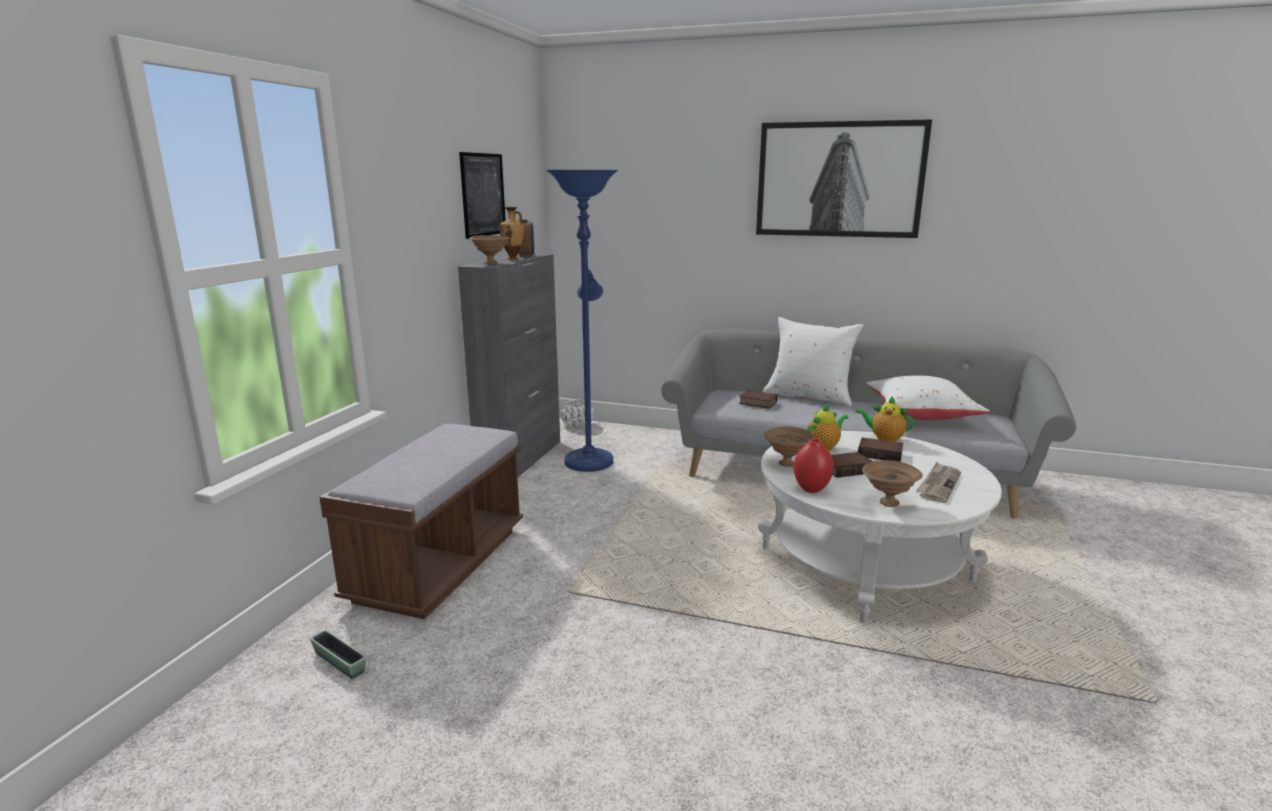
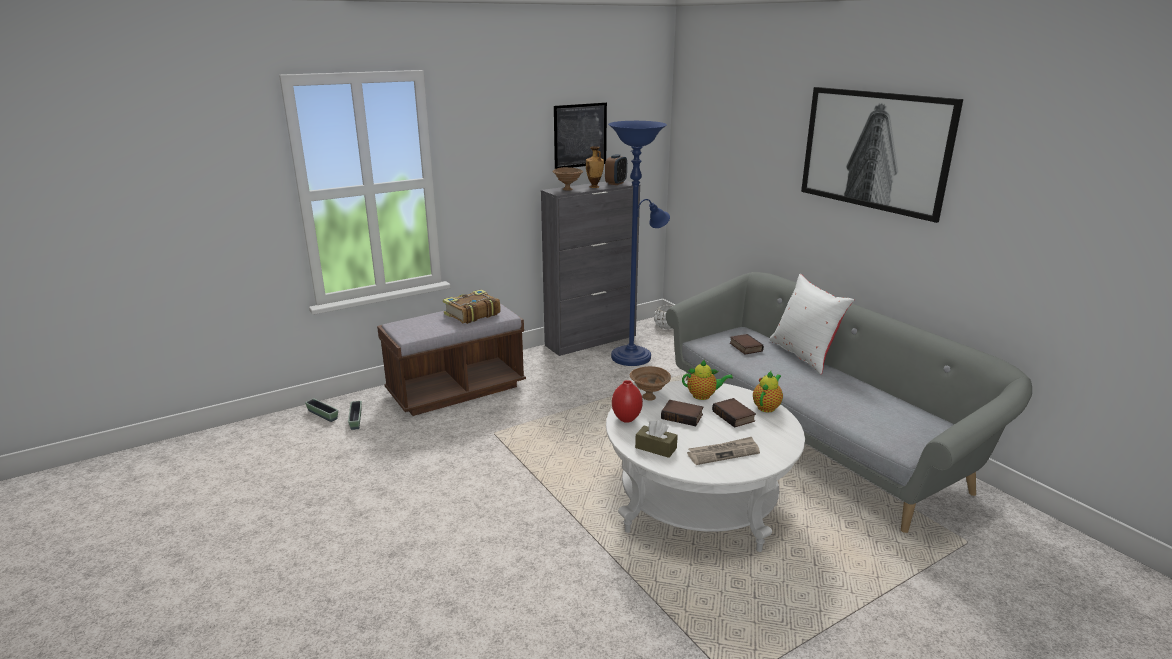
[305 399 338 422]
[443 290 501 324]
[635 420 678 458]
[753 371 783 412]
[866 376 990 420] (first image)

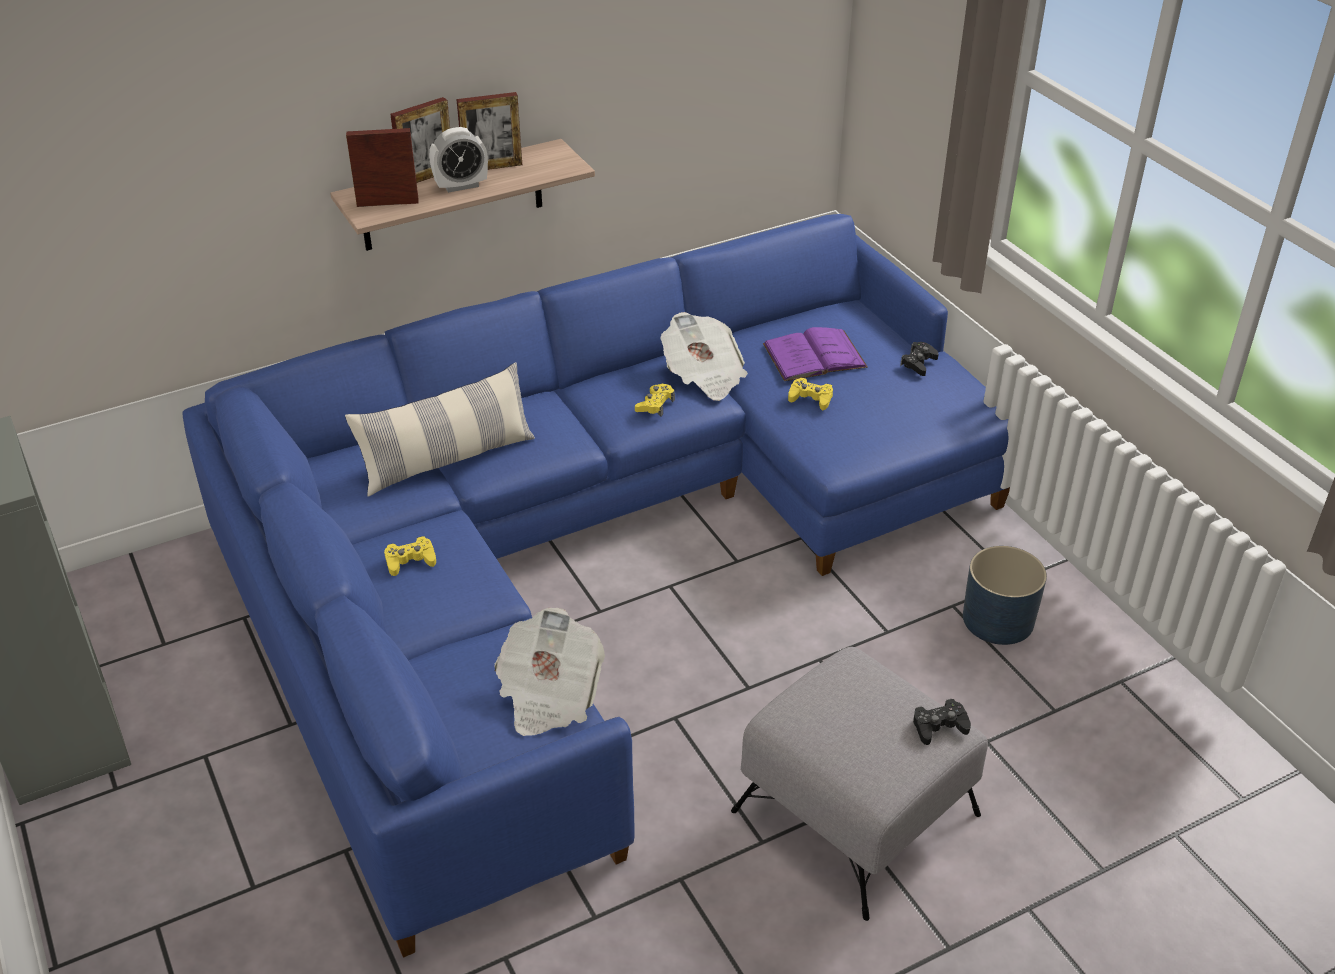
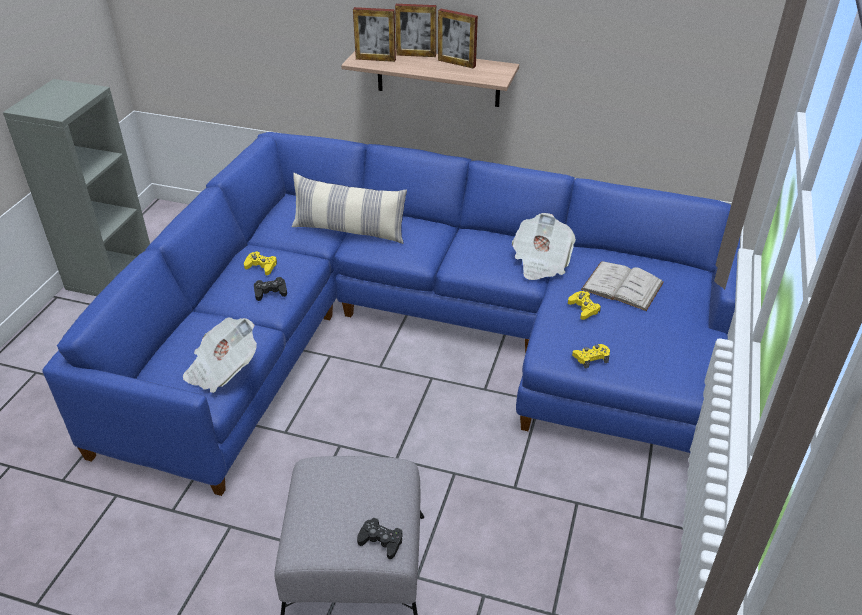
[254 277 287 301]
[353 7 396 62]
[572 344 610 368]
[581 261 664 311]
[429 127 488 193] (first image)
[963 546 1047 645] (first image)

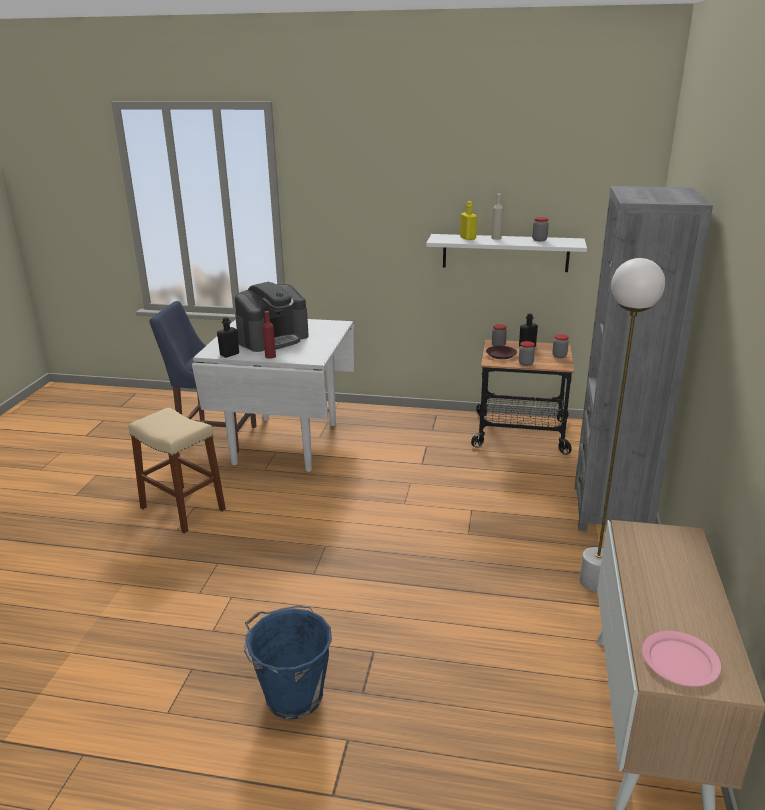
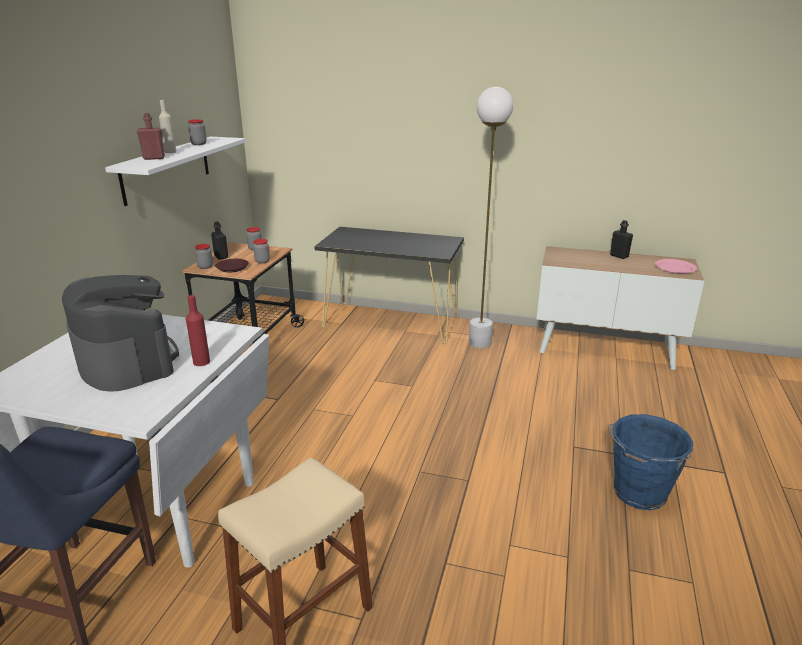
[137 113 165 160]
[314 227 464 344]
[610 220 633 259]

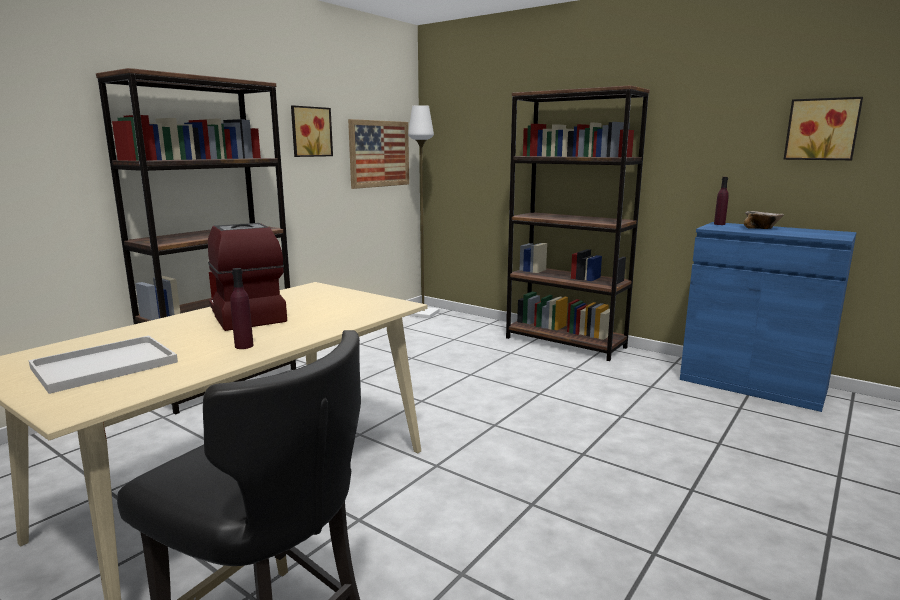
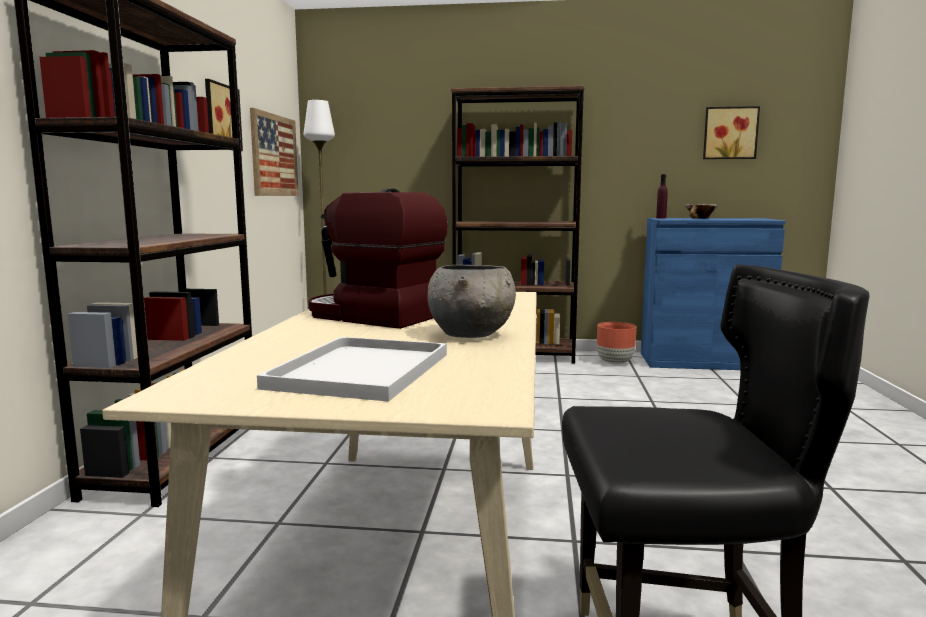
[427 265 516 338]
[597 322 637 364]

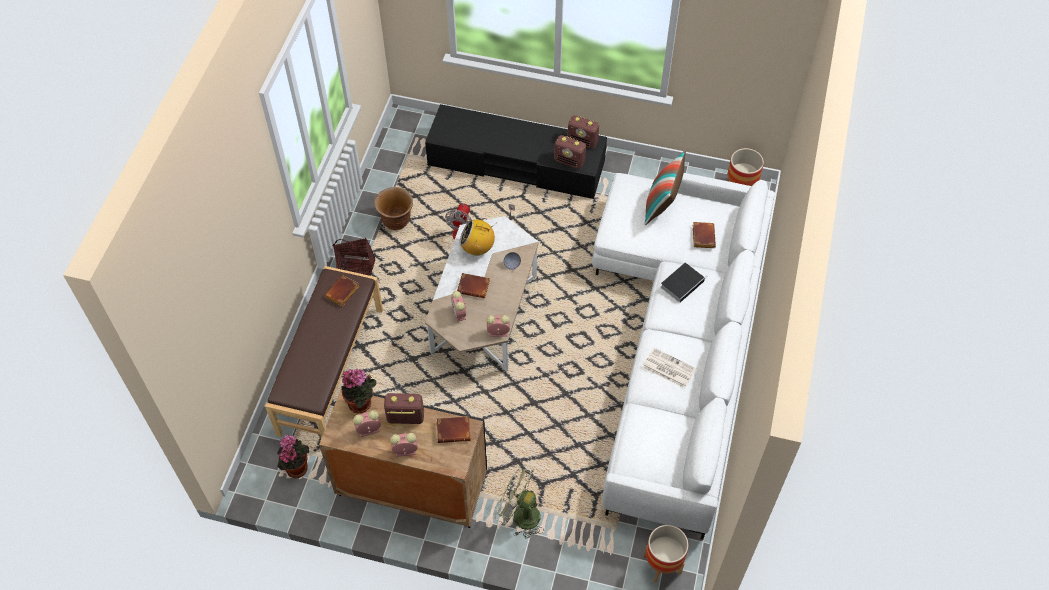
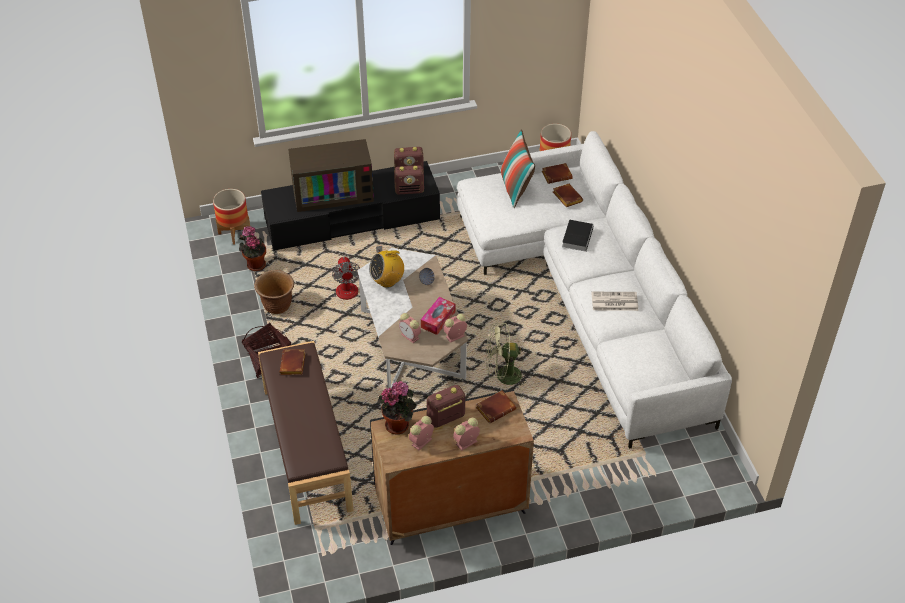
[213 189 250 244]
[239 226 266 271]
[288 139 374 212]
[421 297 455 335]
[486 322 527 390]
[542 163 573 184]

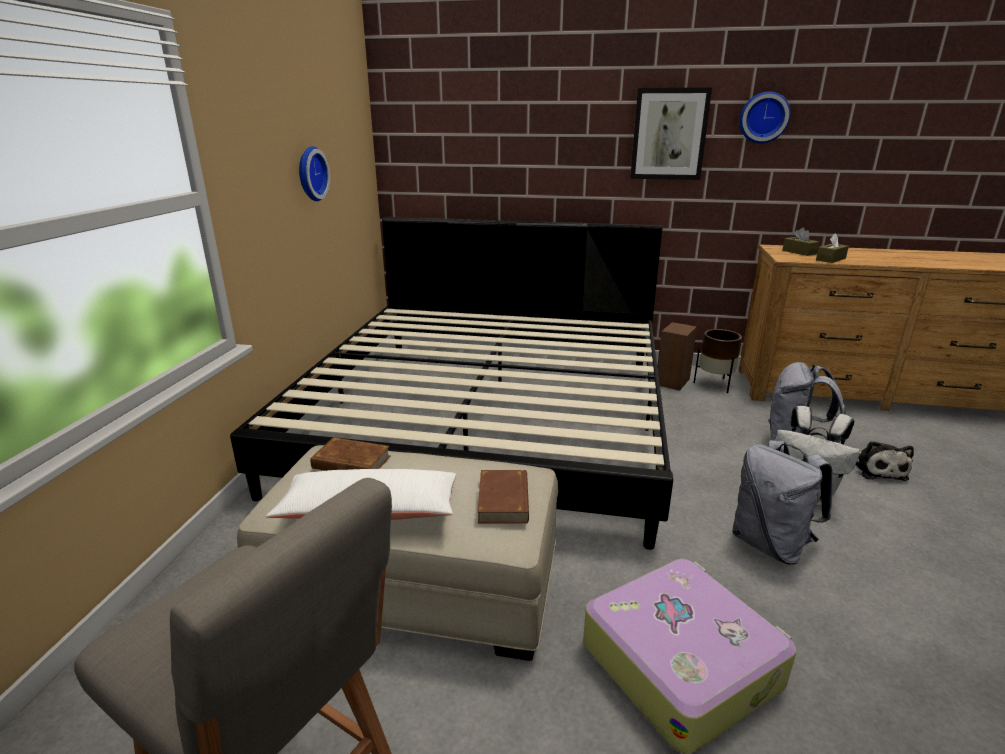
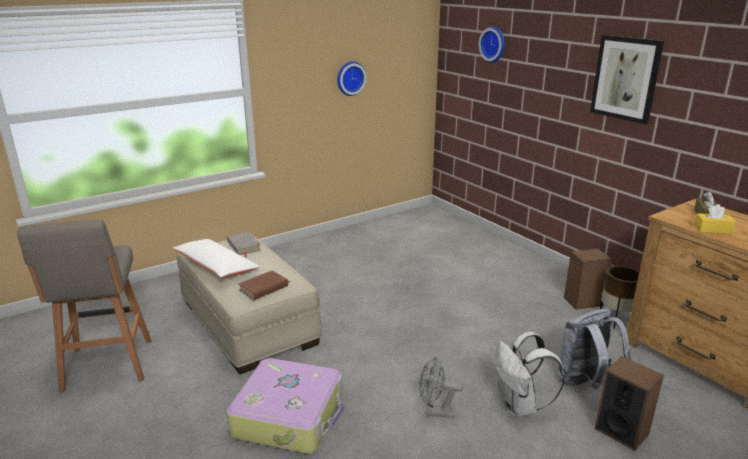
[227 232 262 257]
[419 357 464 418]
[479 26 505 63]
[594 356 664 451]
[694 204 736 234]
[230 217 673 550] (first image)

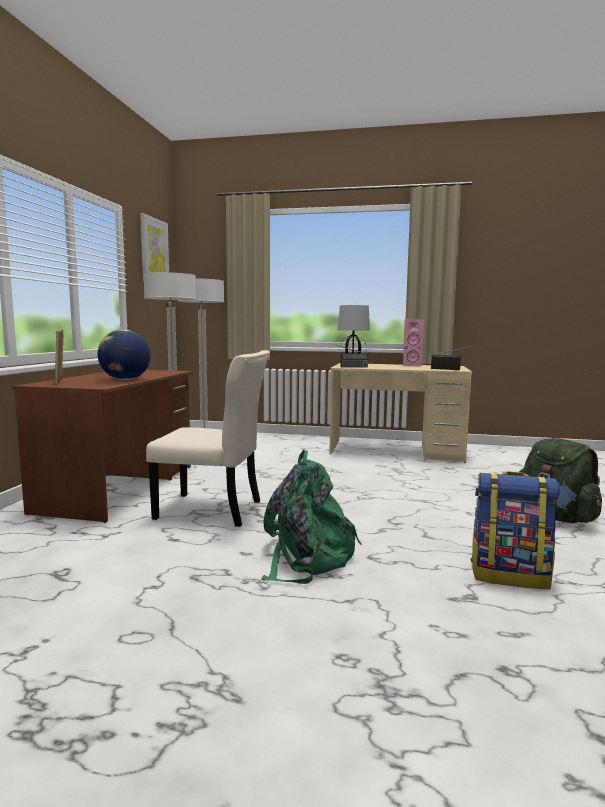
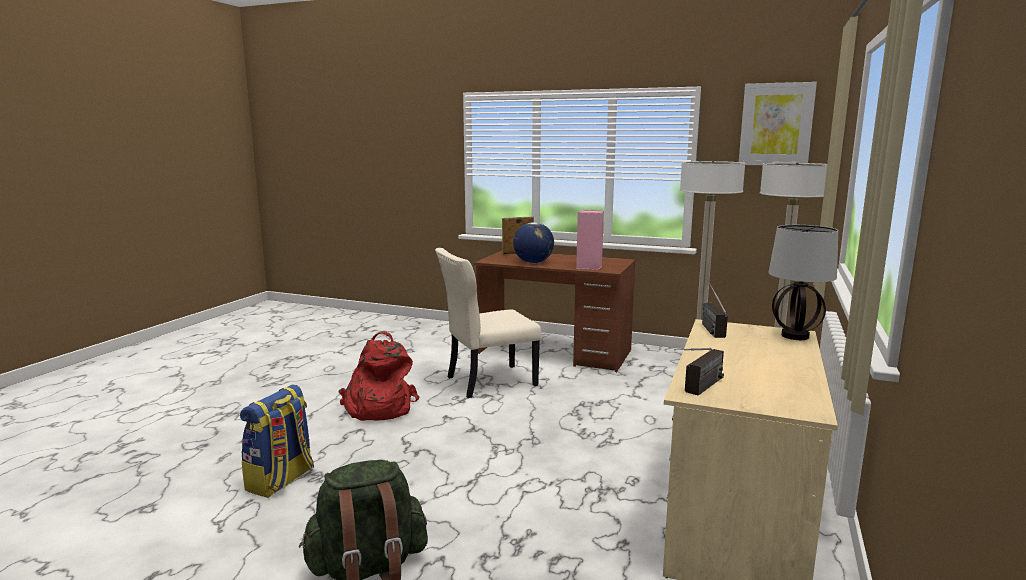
[338 331 419 421]
[435 248 541 398]
[576 210 604 270]

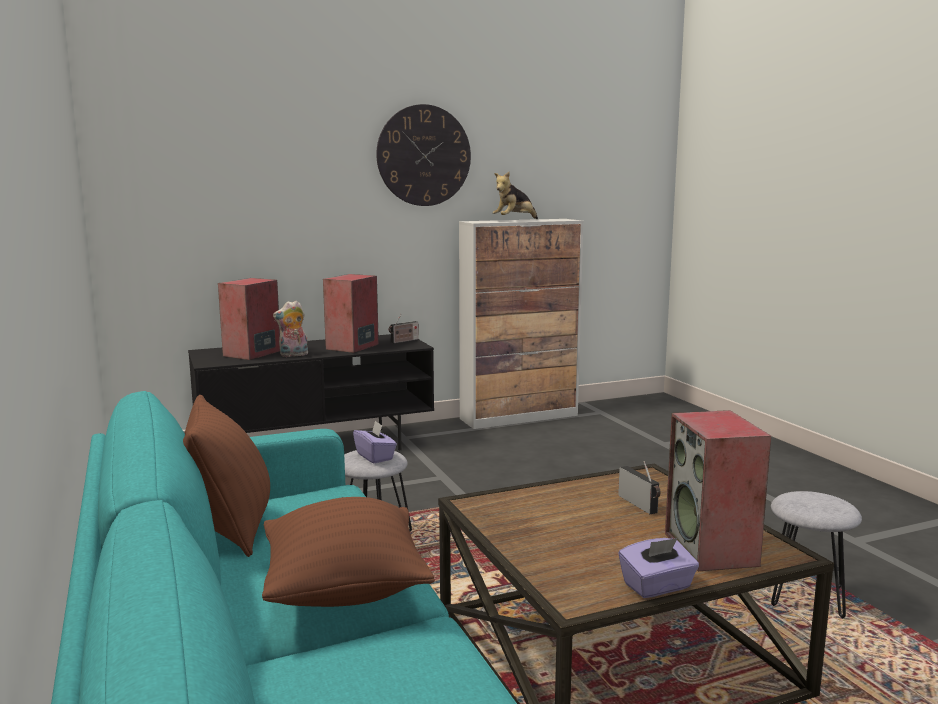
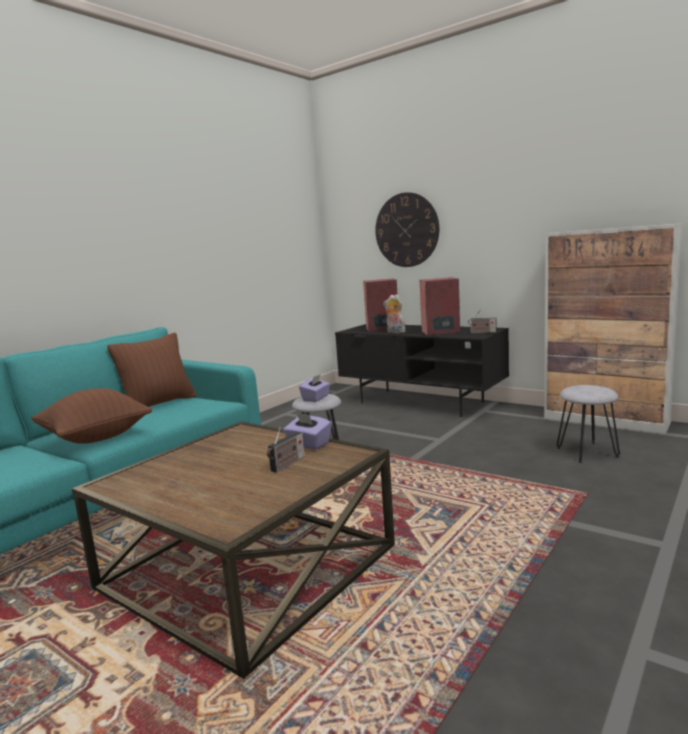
[283 412 332 449]
[375 192 439 267]
[557 385 620 463]
[492 172 538 219] (first image)
[665 410 771 571] (first image)

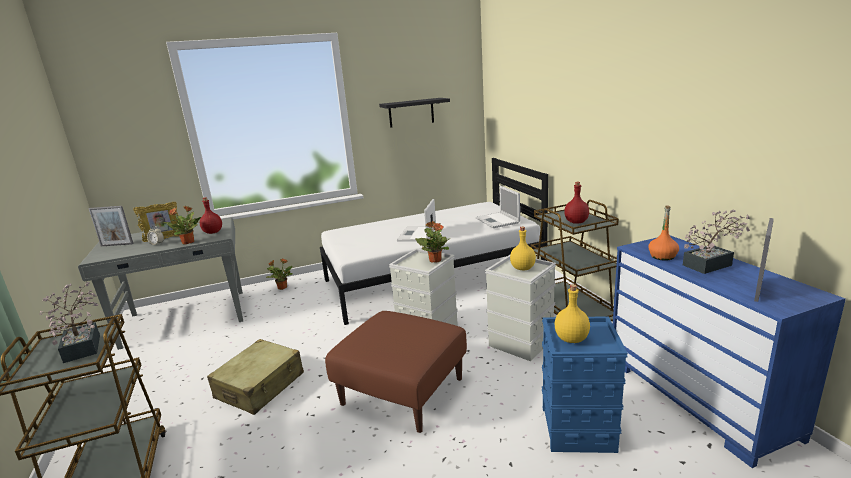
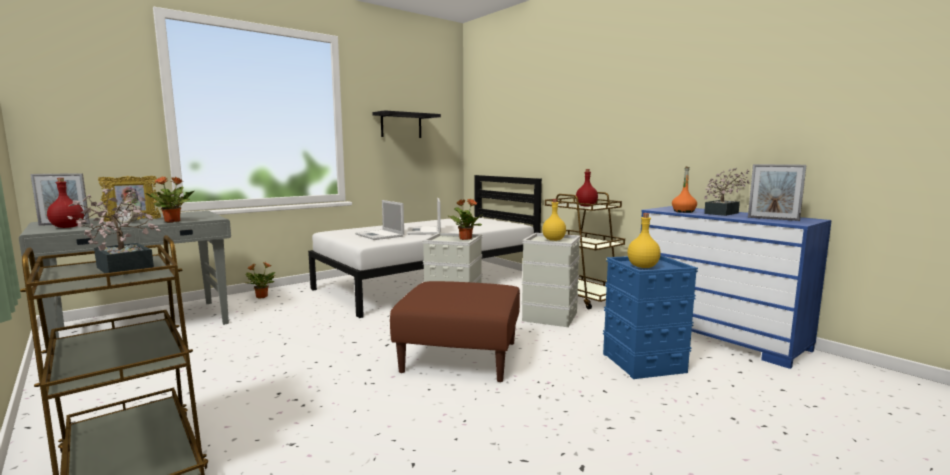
[47 178 84 228]
[355 200 404 240]
[748 164 807 221]
[207 339 304 415] (first image)

